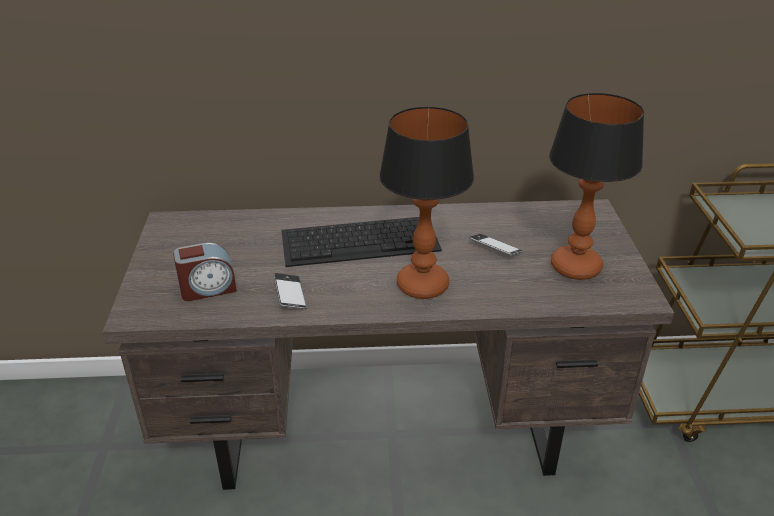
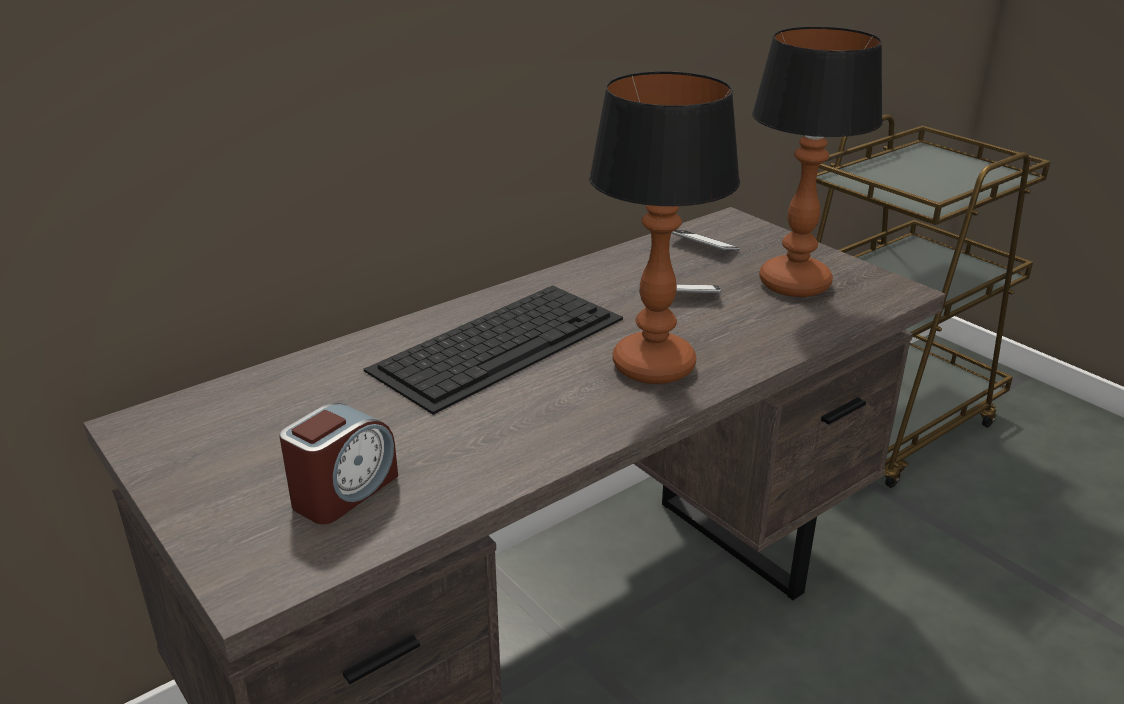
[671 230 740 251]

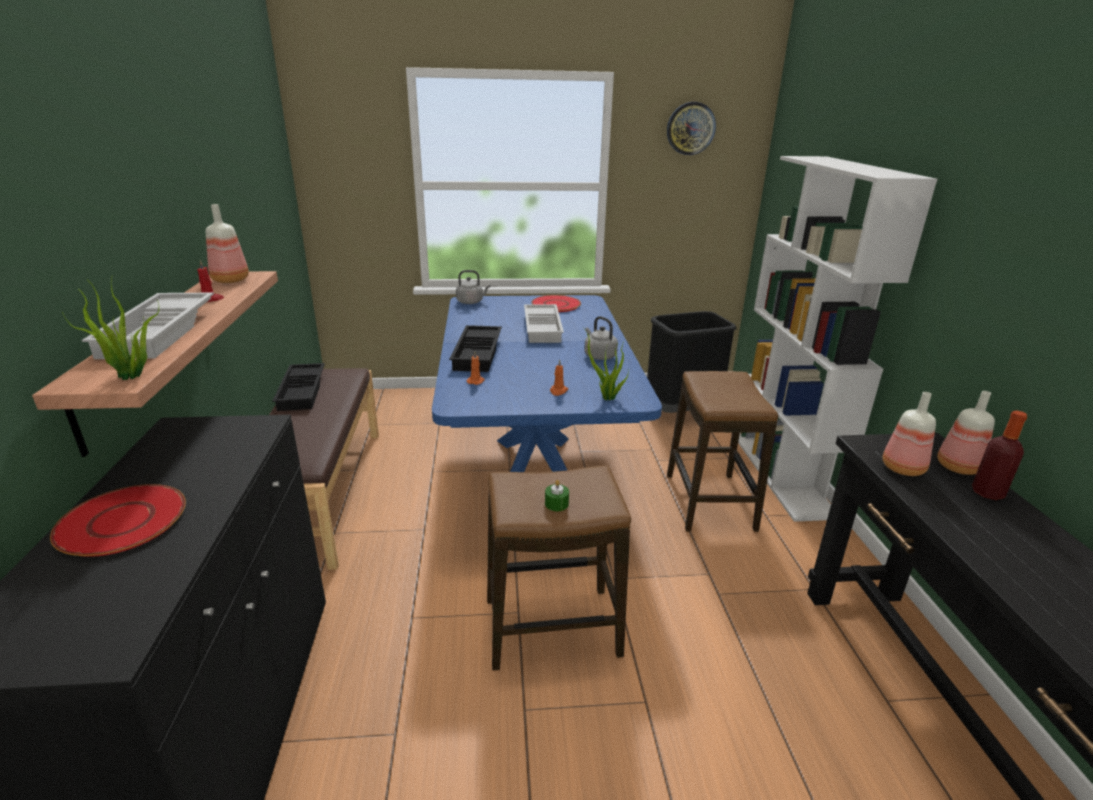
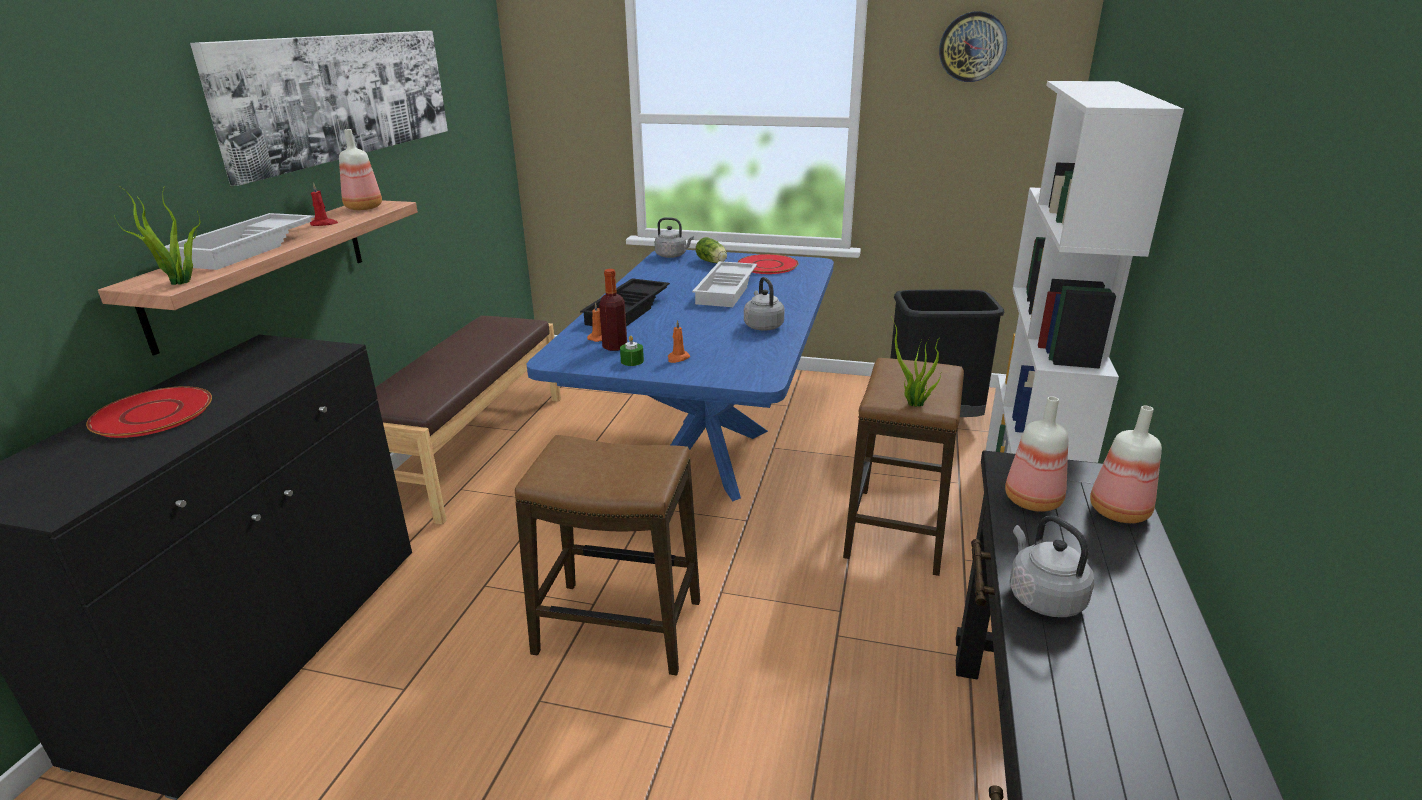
[190 31 448 186]
[599 269 627 351]
[620 336 644 366]
[696 237 727 263]
[891 316 942 407]
[1010 515 1094 617]
[272 363 325 411] (first image)

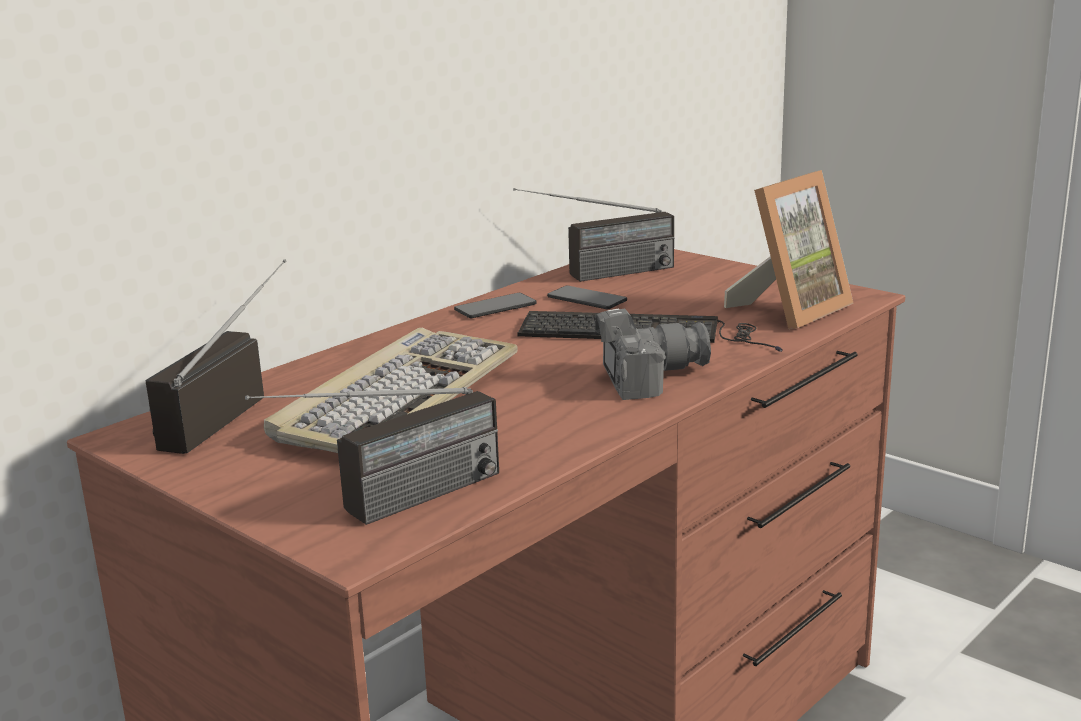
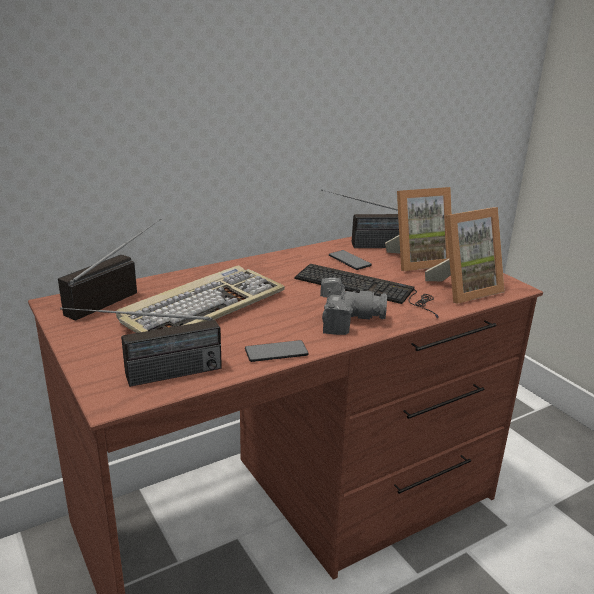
[245 340 309 362]
[385 187 452 271]

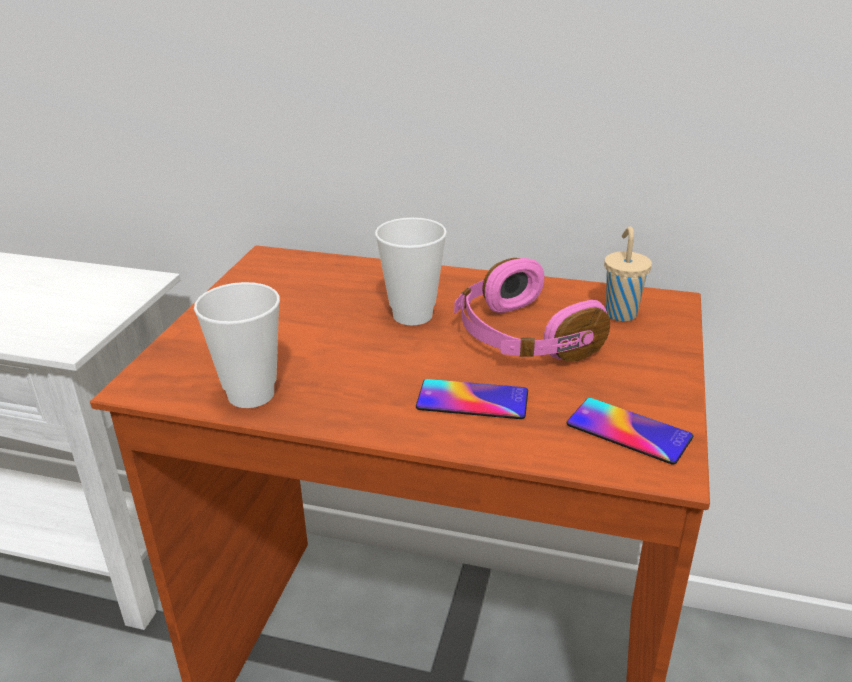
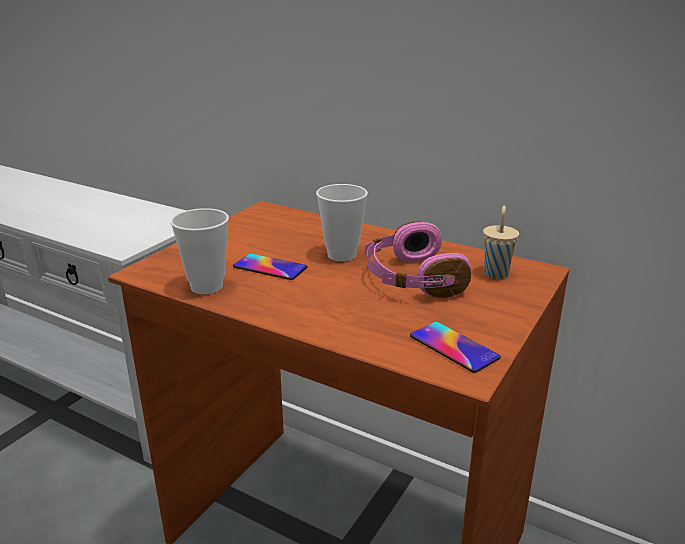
[233 253 307 280]

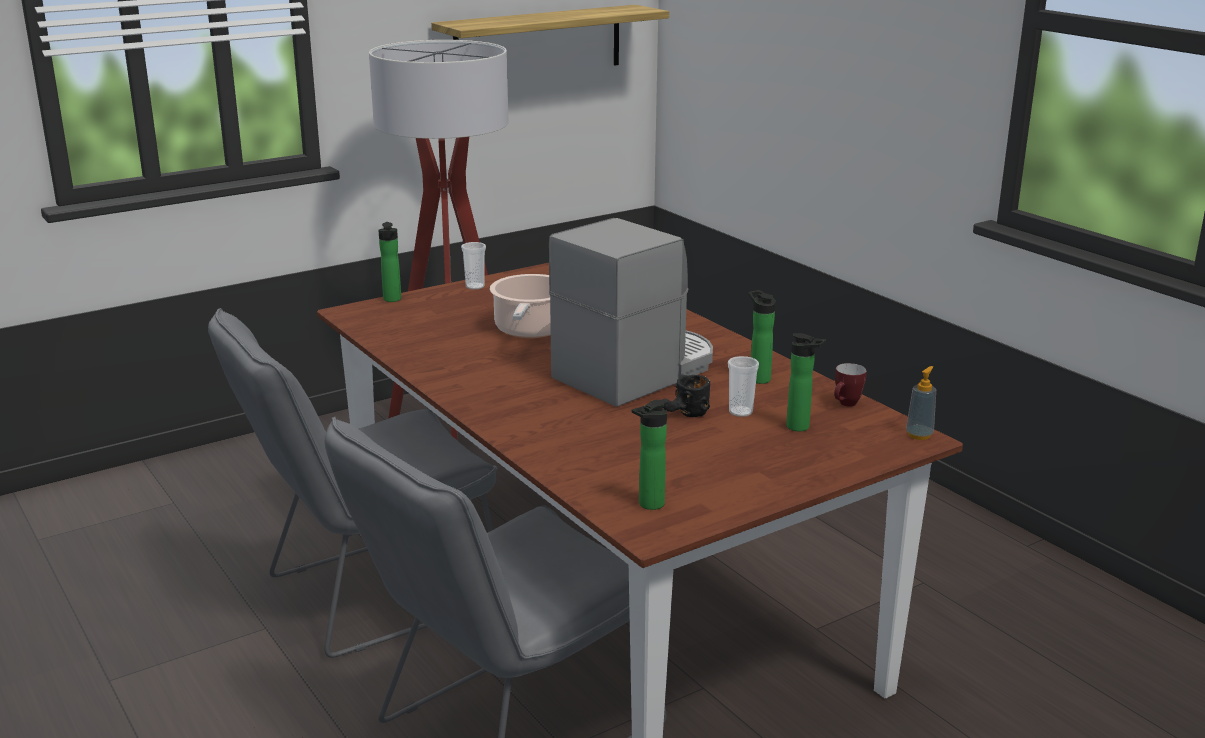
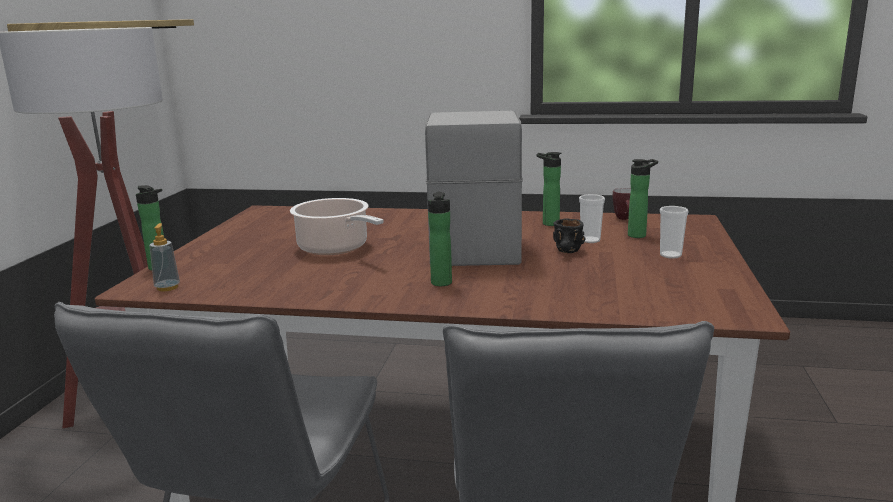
[150 223 180 291]
[428 192 452 286]
[660 206 689 259]

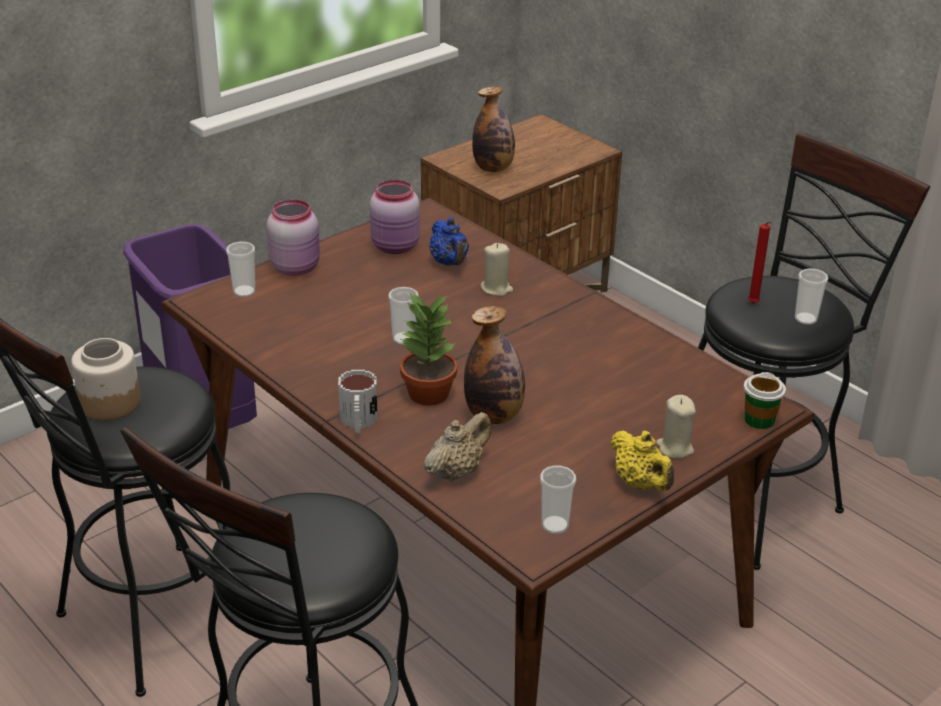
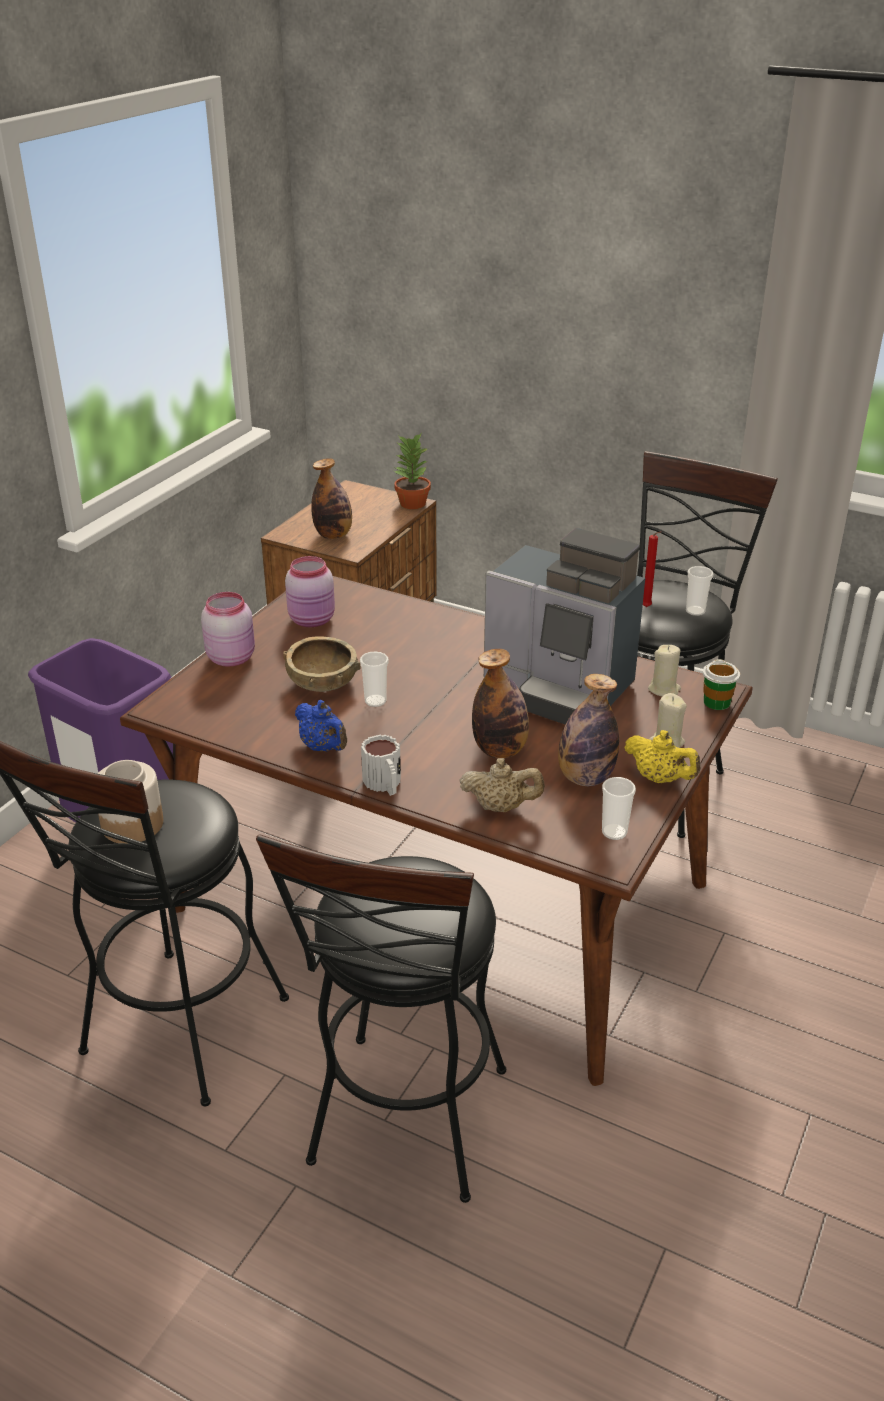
[283 636 360 692]
[295 700 347 752]
[394 434 431 509]
[460 758 545 812]
[484 528 645 725]
[558 674 619 786]
[648 645 681 696]
[226 242 255 297] (first image)

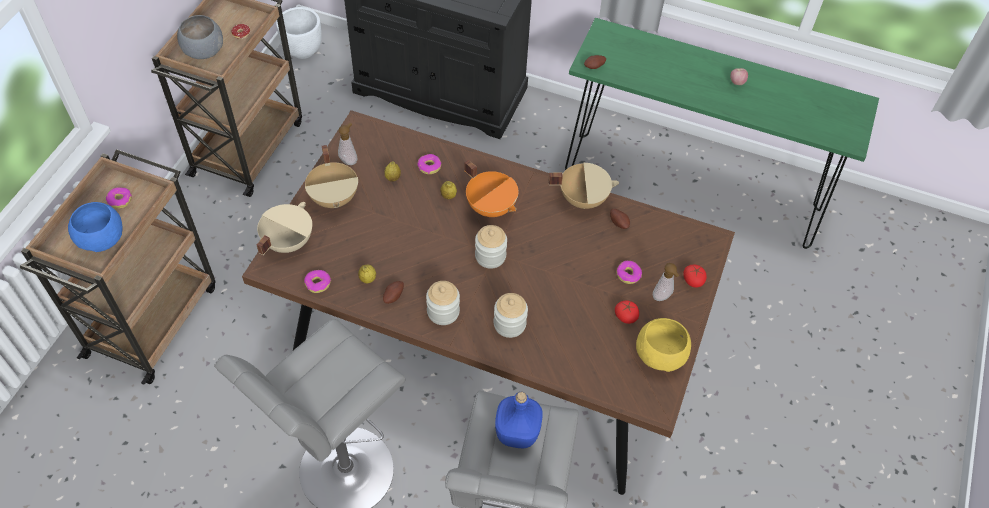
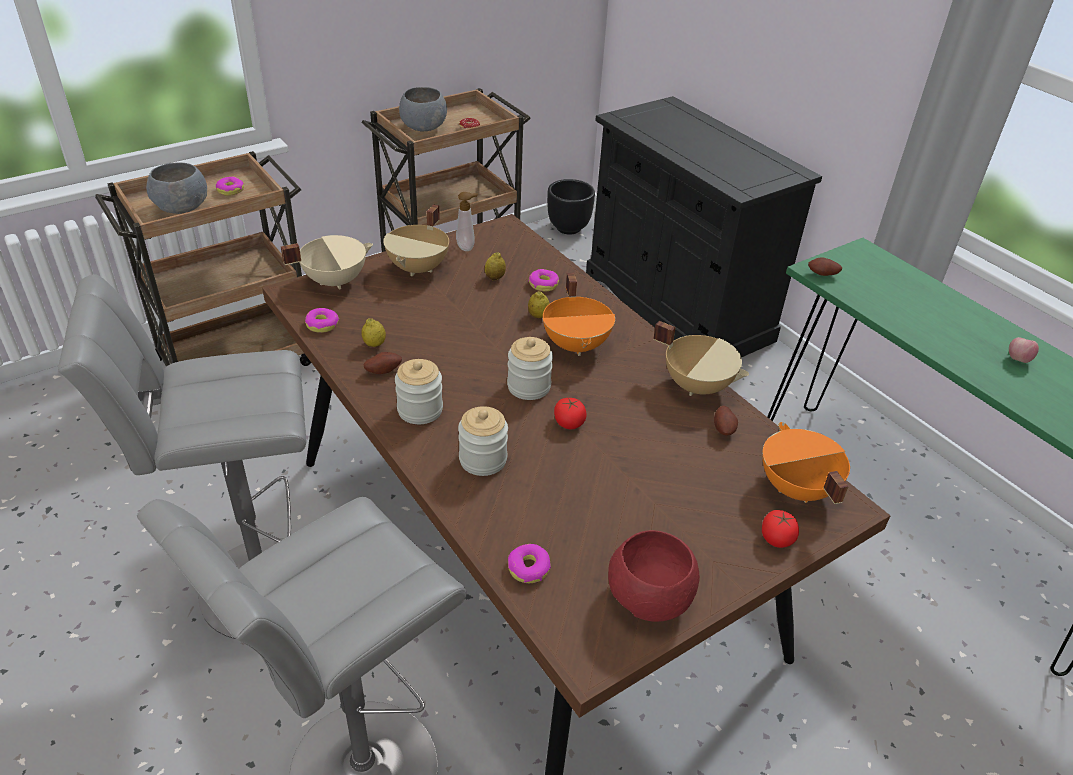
[146 162 207 214]
[508 544 551 583]
[547 179 595 235]
[554 398 586 429]
[608 530 700 622]
[763 422 850 504]
[495 392 543 448] (first image)
[653 263 679 301] (first image)

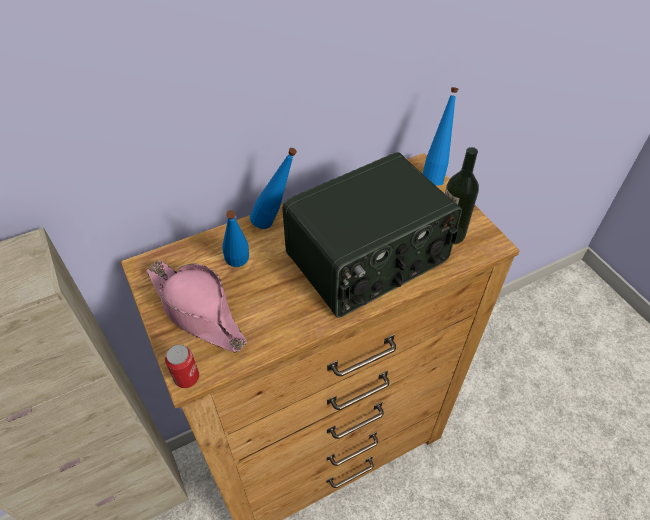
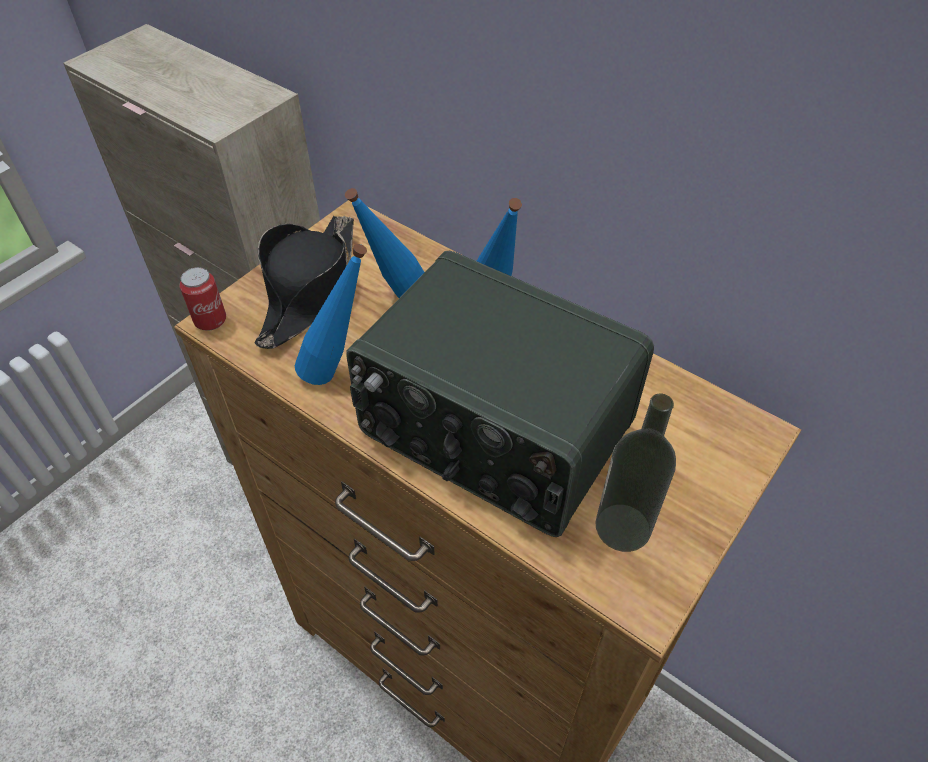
[254 216 354 349]
[295 244 367 385]

